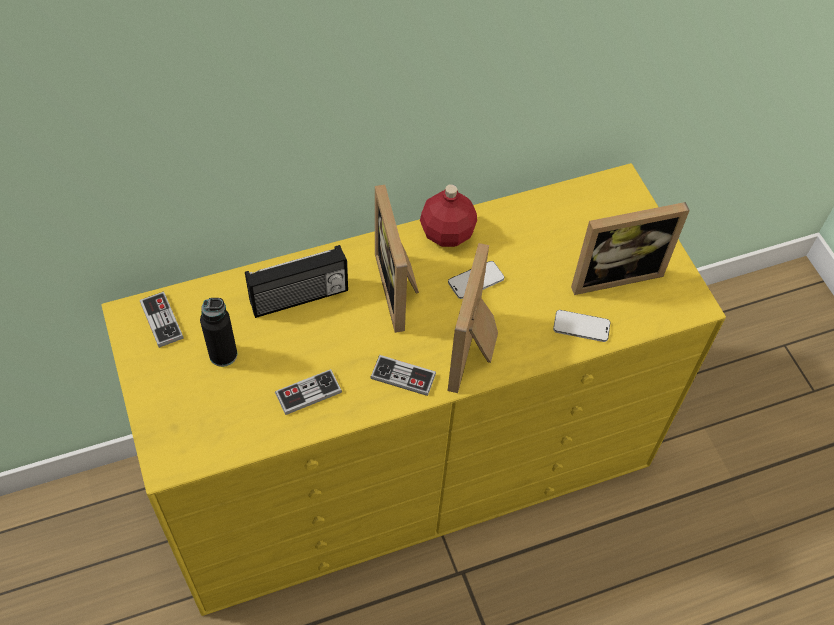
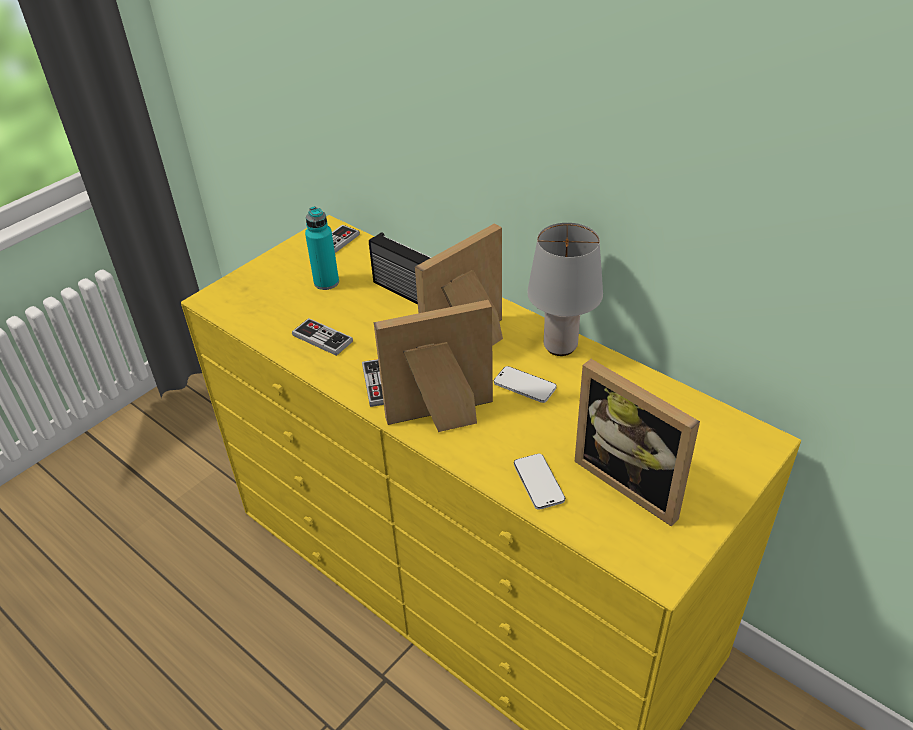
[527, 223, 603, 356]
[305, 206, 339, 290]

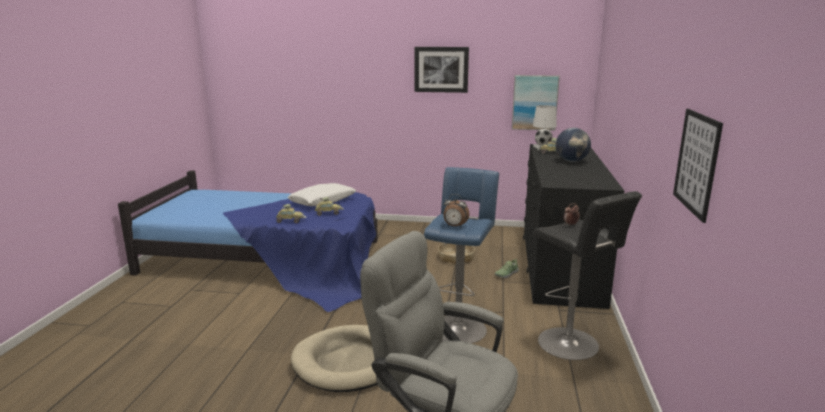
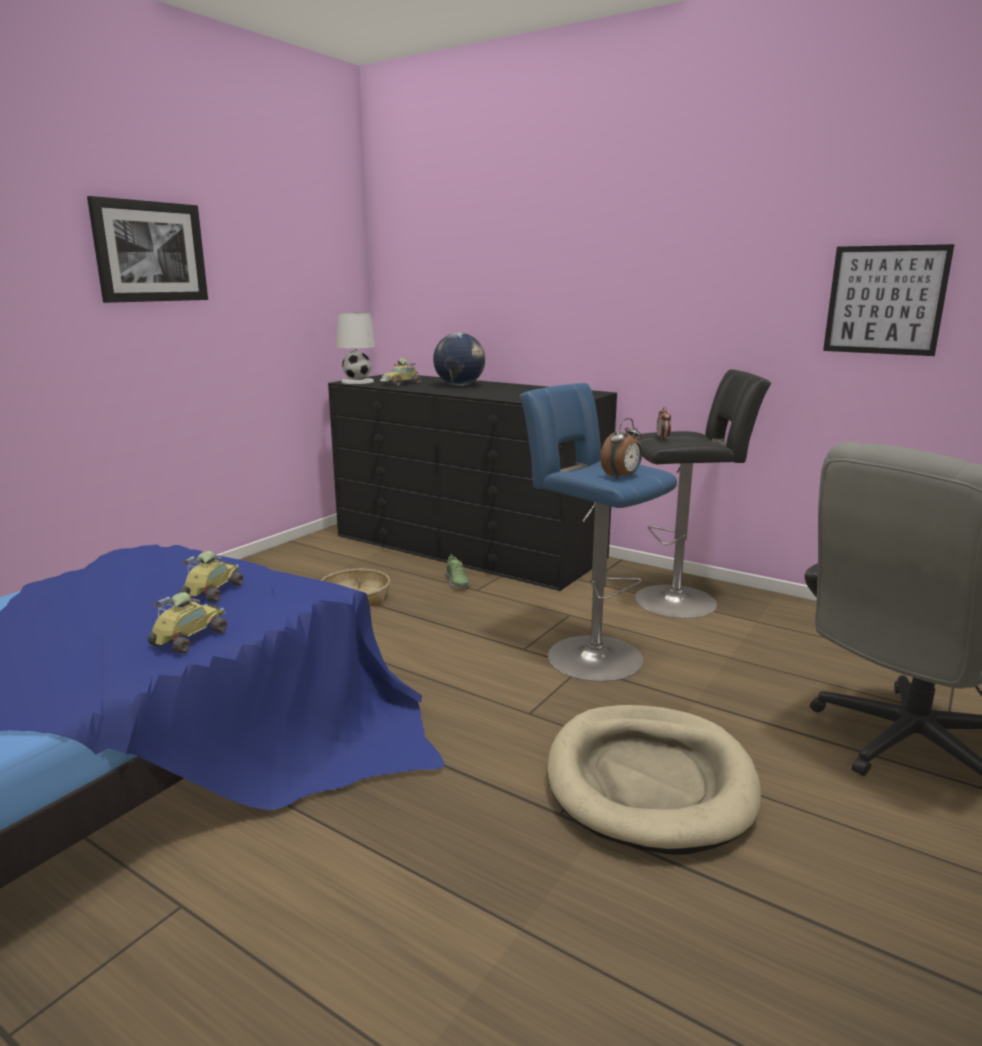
[512, 75, 560, 131] (first image)
[288, 183, 356, 206] (first image)

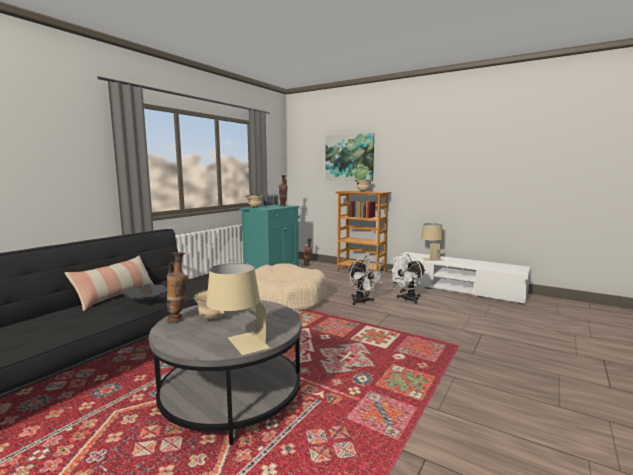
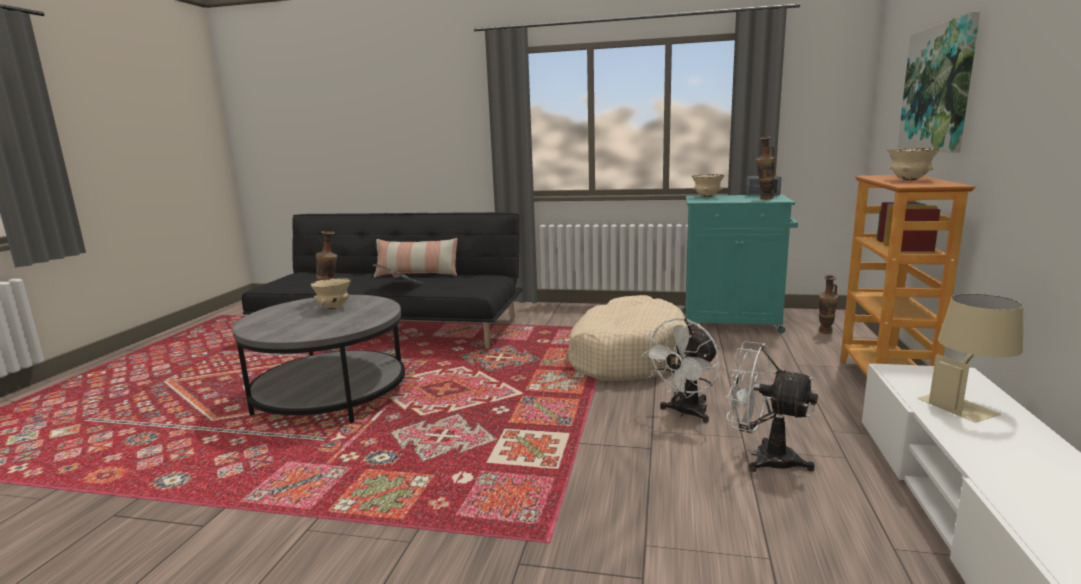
[206, 263, 270, 355] (first image)

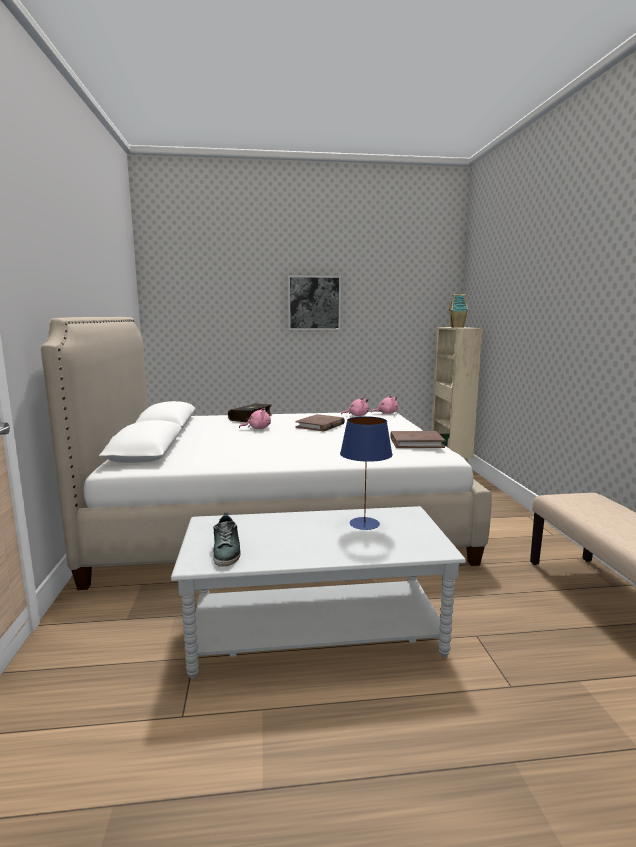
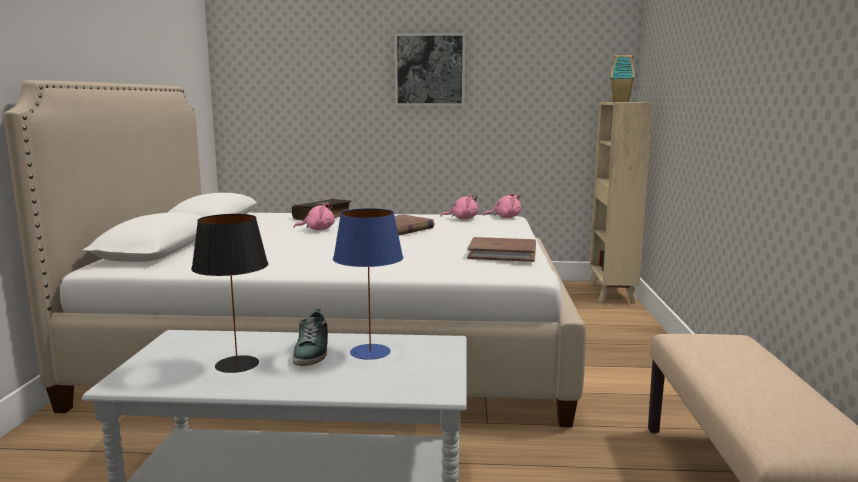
[292, 308, 328, 366]
[191, 214, 268, 373]

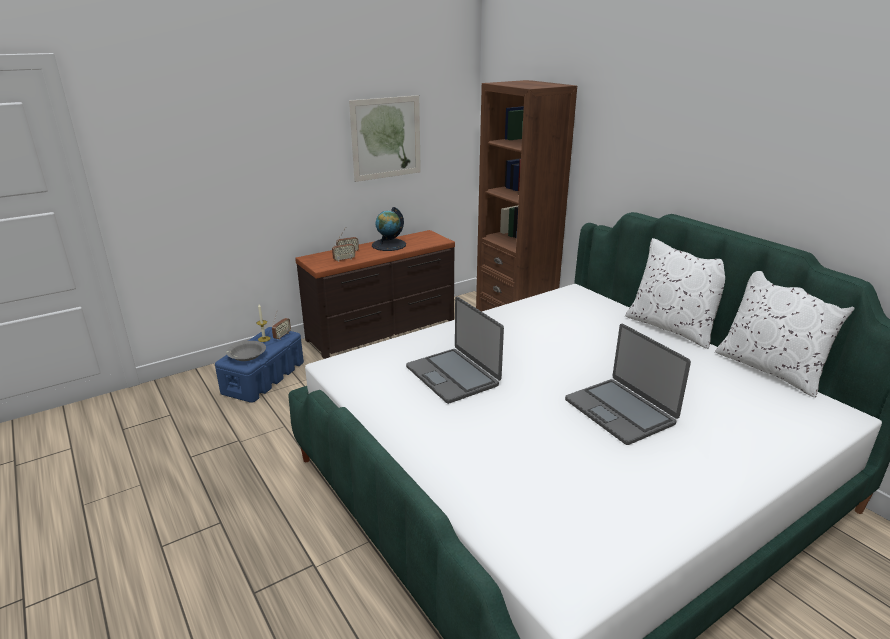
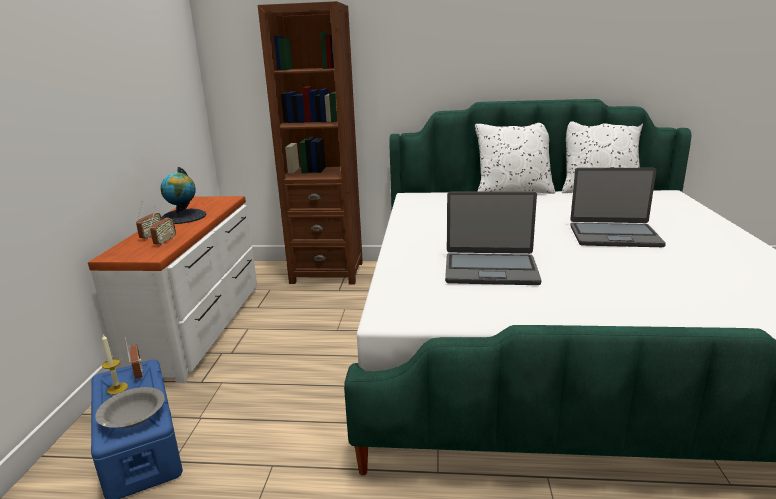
[349, 95, 421, 182] (first image)
[88, 196, 257, 383]

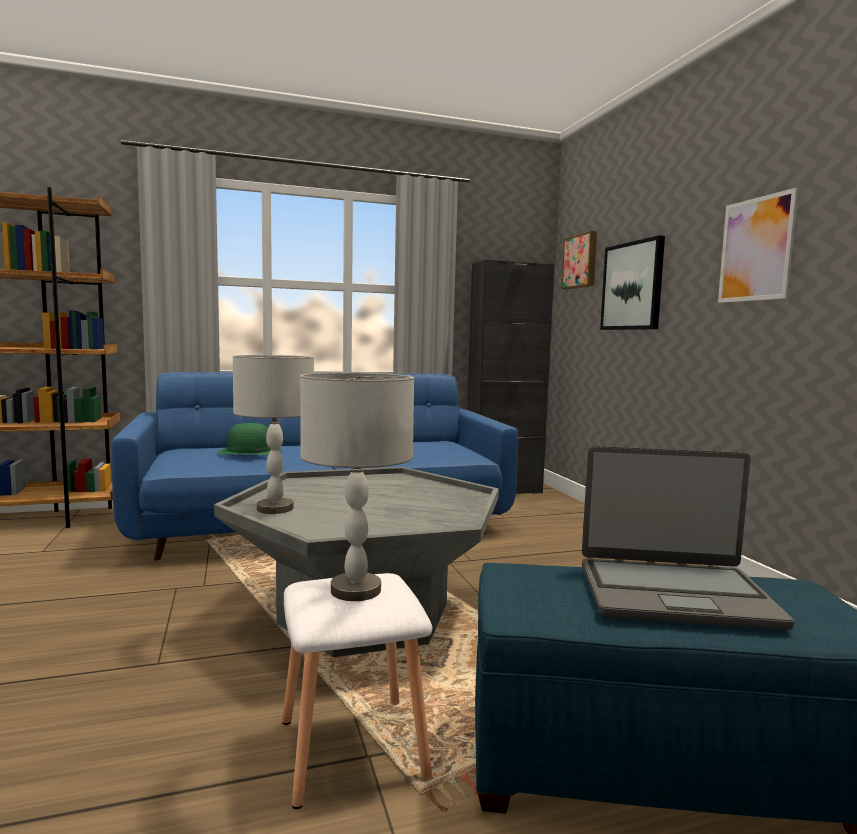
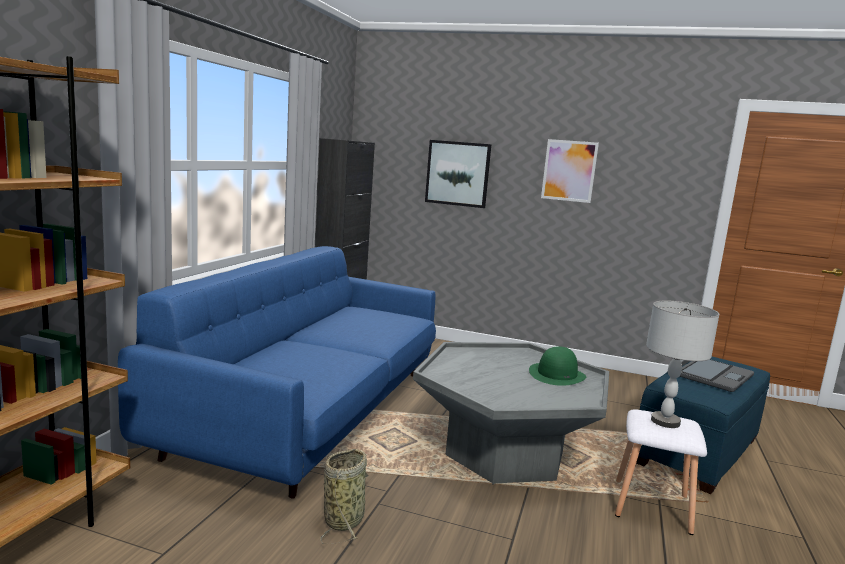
[561, 231, 597, 290] (first image)
[233, 355, 314, 514] (first image)
[529, 346, 586, 386]
[320, 449, 370, 544]

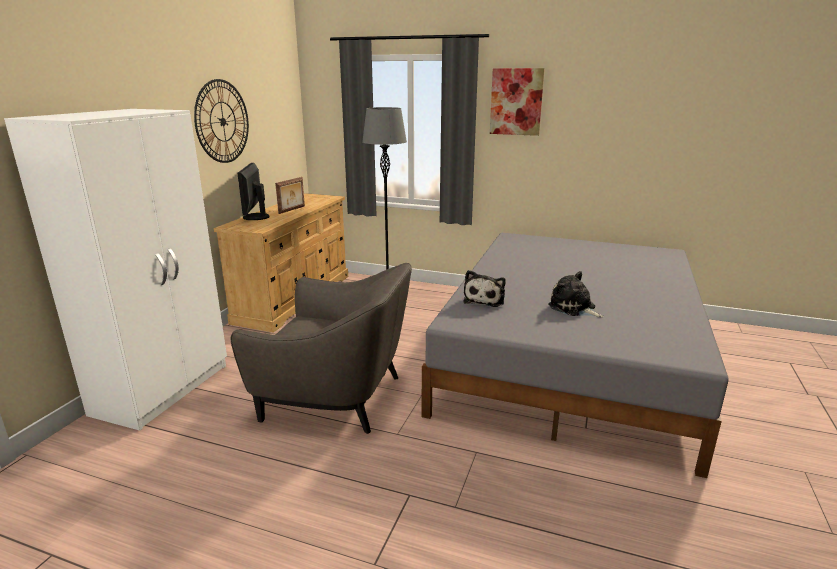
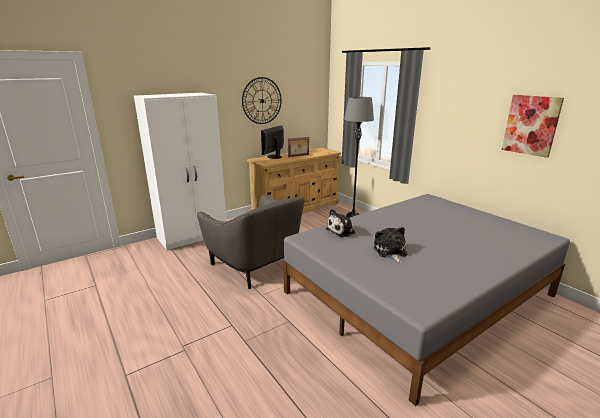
[502, 95, 564, 158]

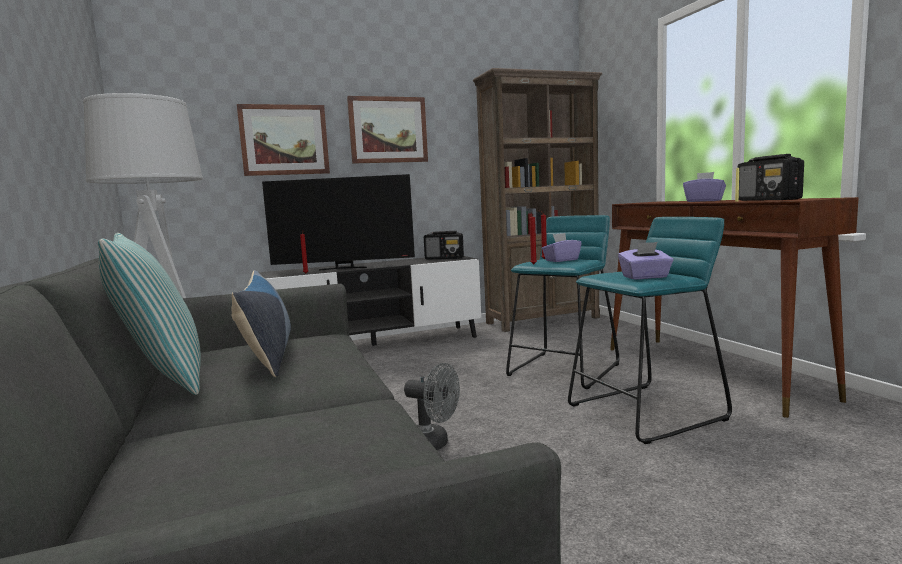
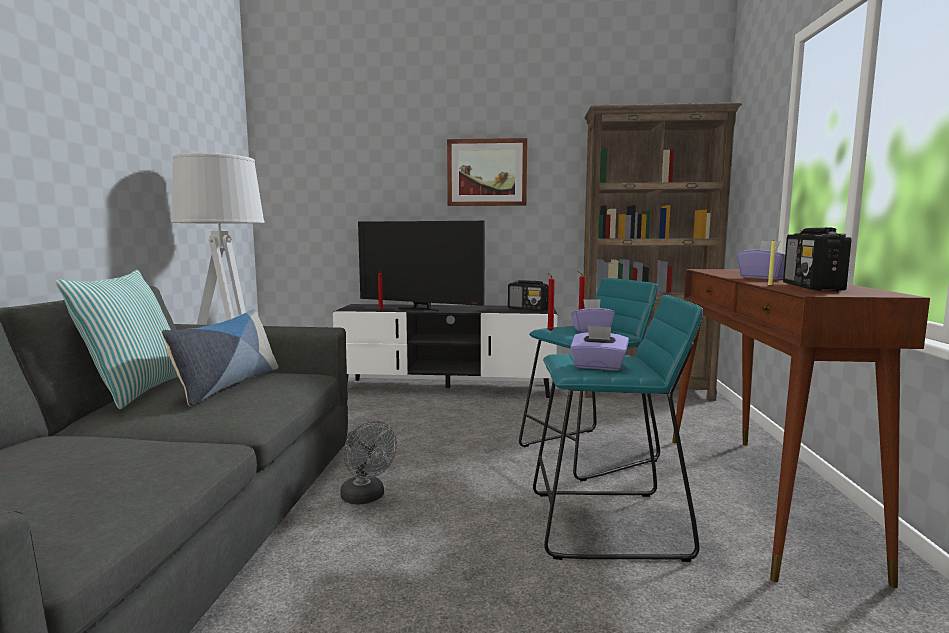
[237, 104, 330, 176] (first image)

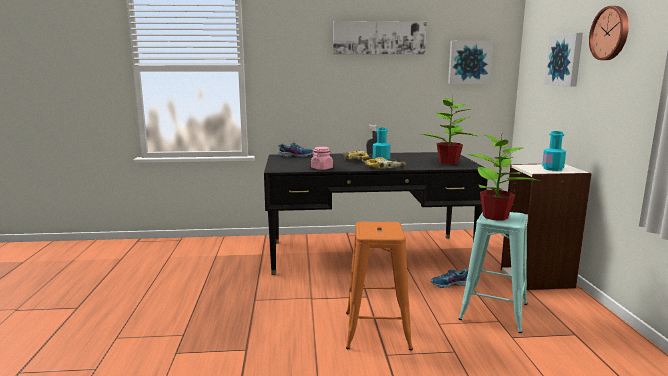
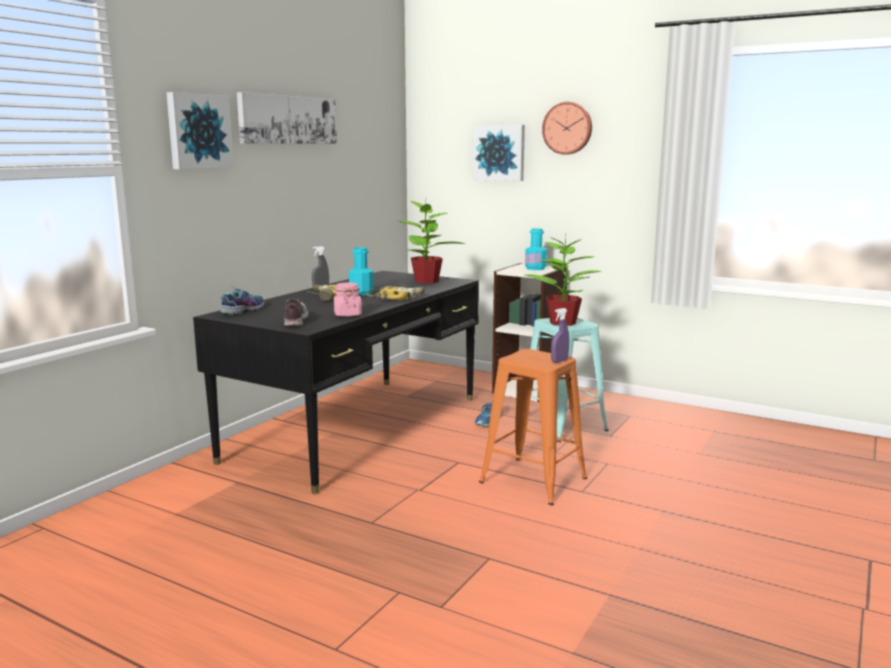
[166, 92, 234, 169]
[284, 298, 308, 326]
[551, 308, 569, 363]

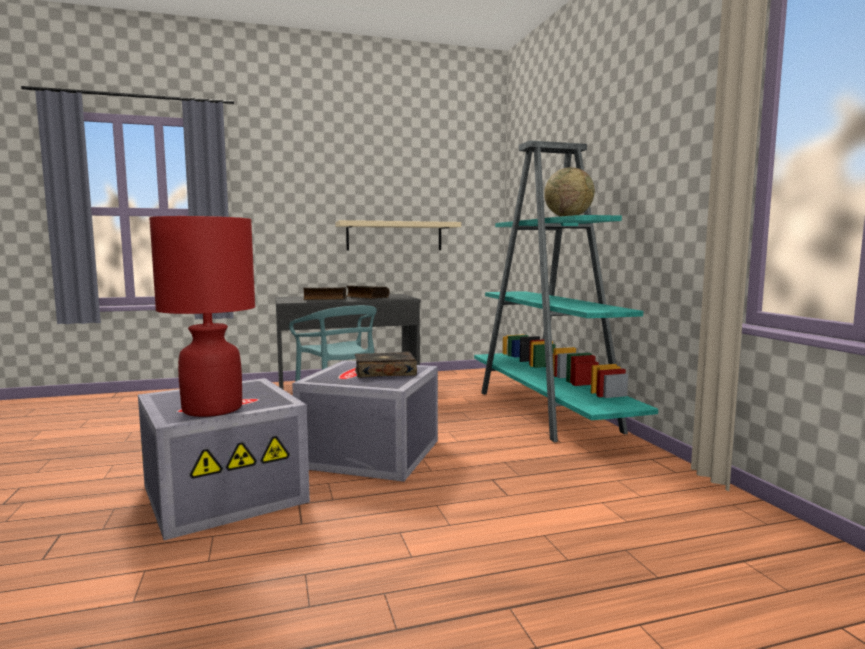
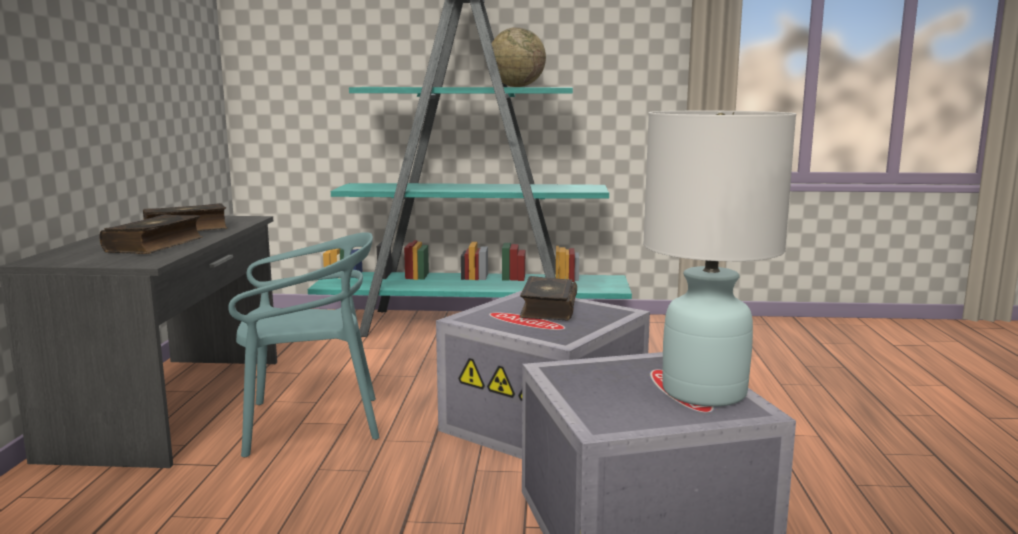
[643, 111, 796, 407]
[335, 220, 461, 250] (first image)

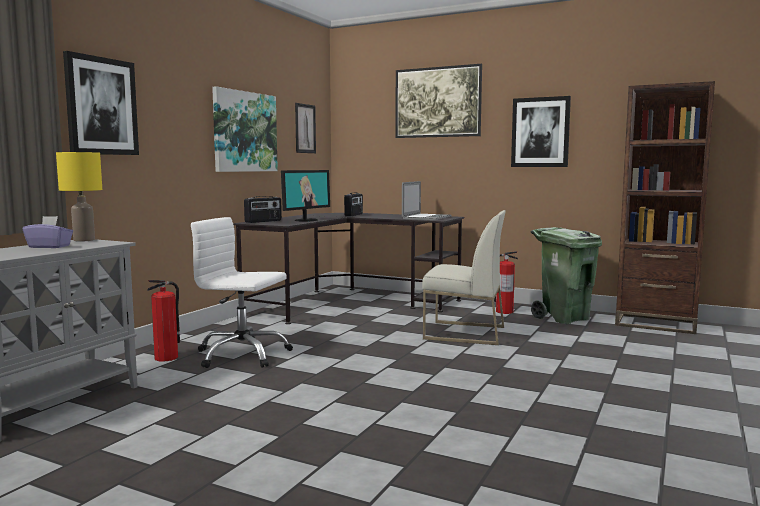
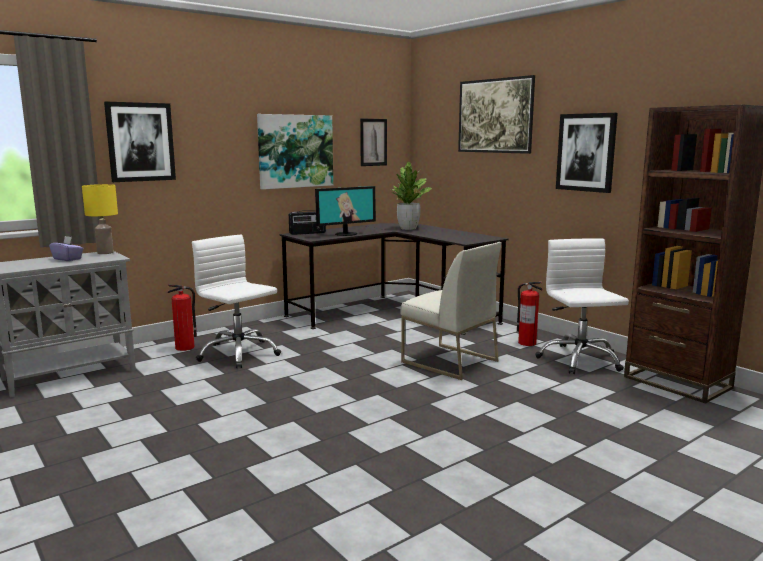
[402, 181, 451, 220] (first image)
[391, 162, 432, 230]
[535, 239, 629, 374]

